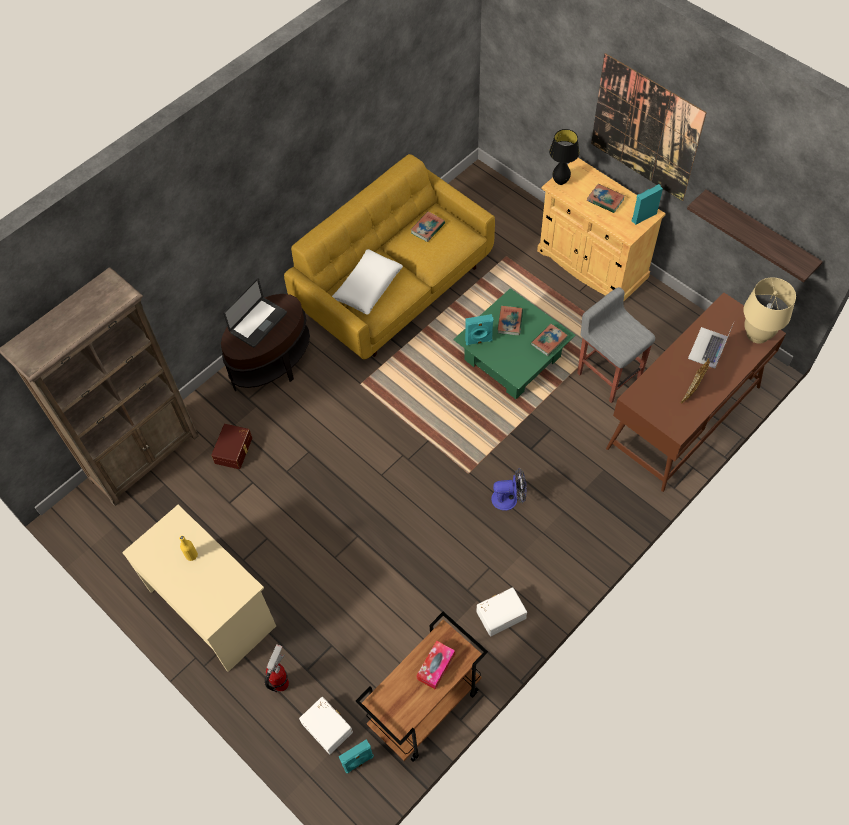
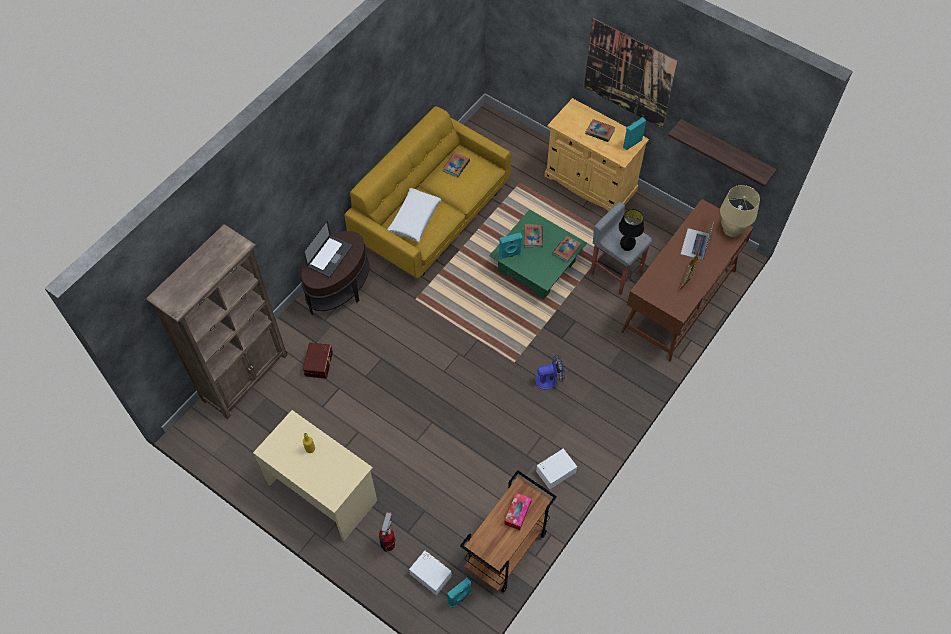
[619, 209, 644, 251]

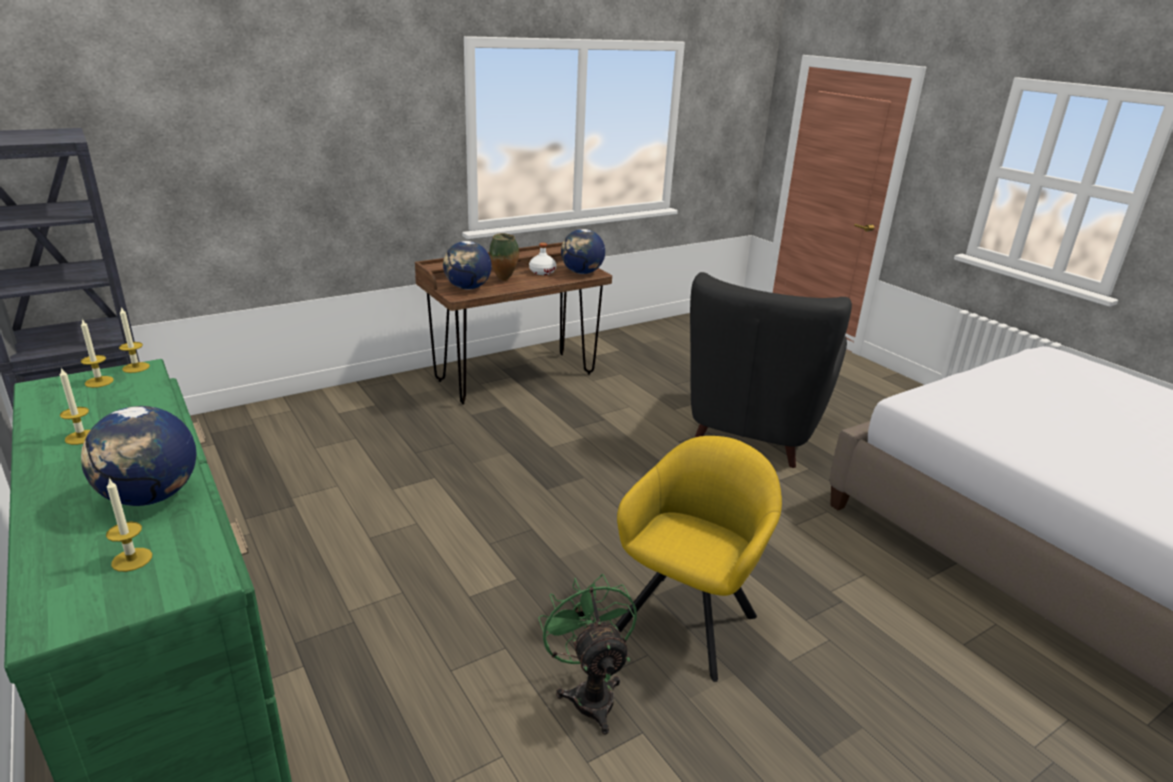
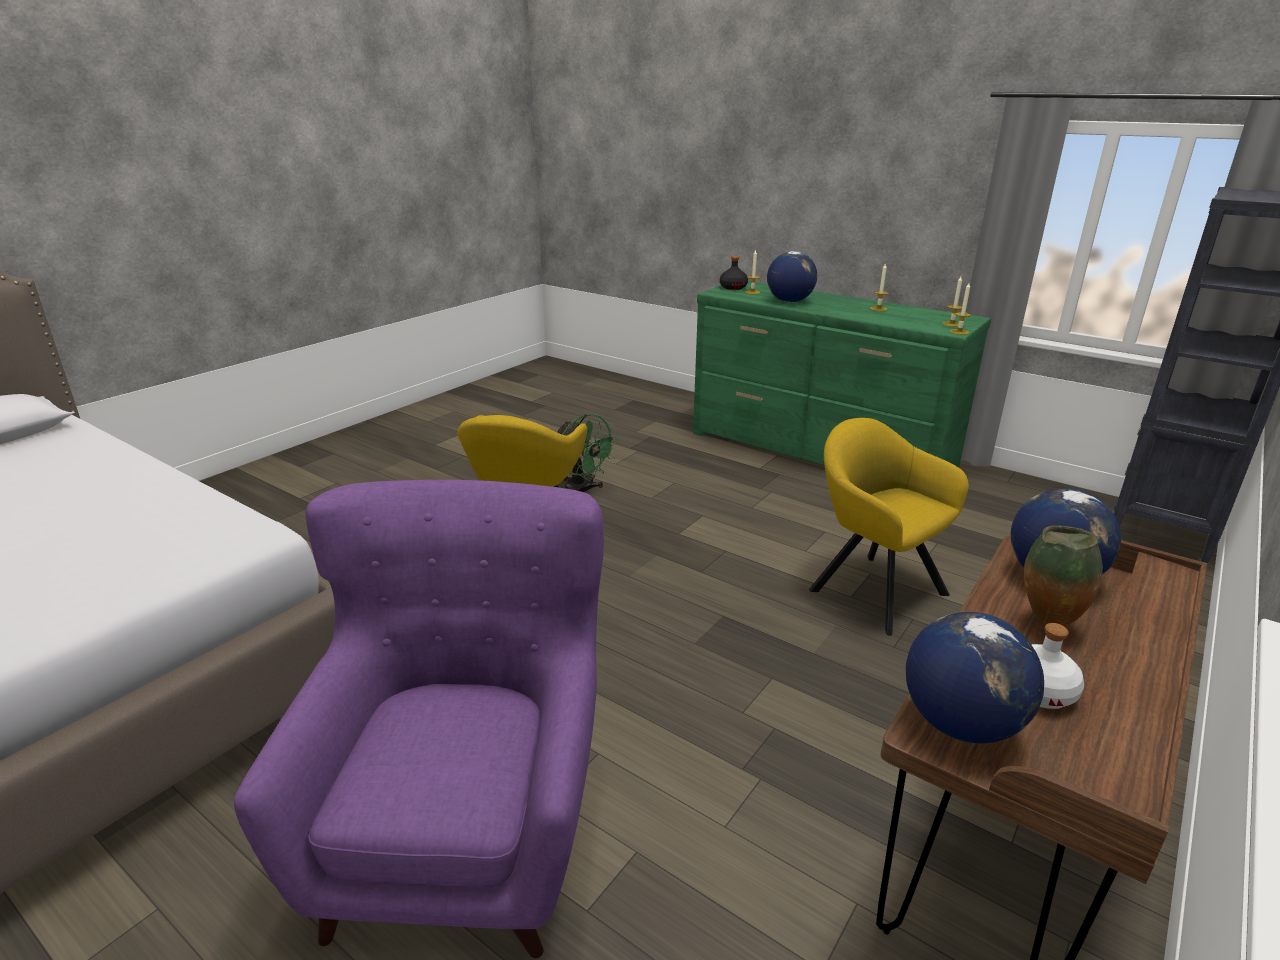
[234, 480, 604, 958]
[720, 256, 748, 290]
[809, 418, 969, 636]

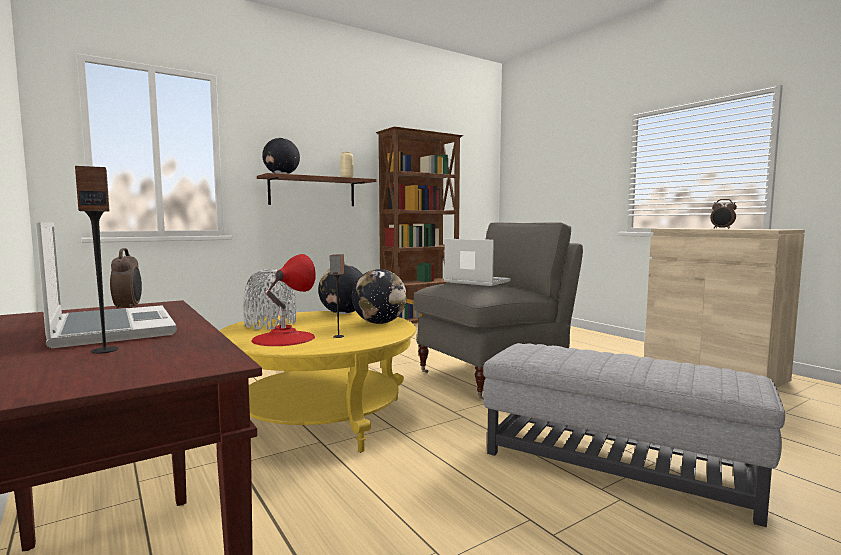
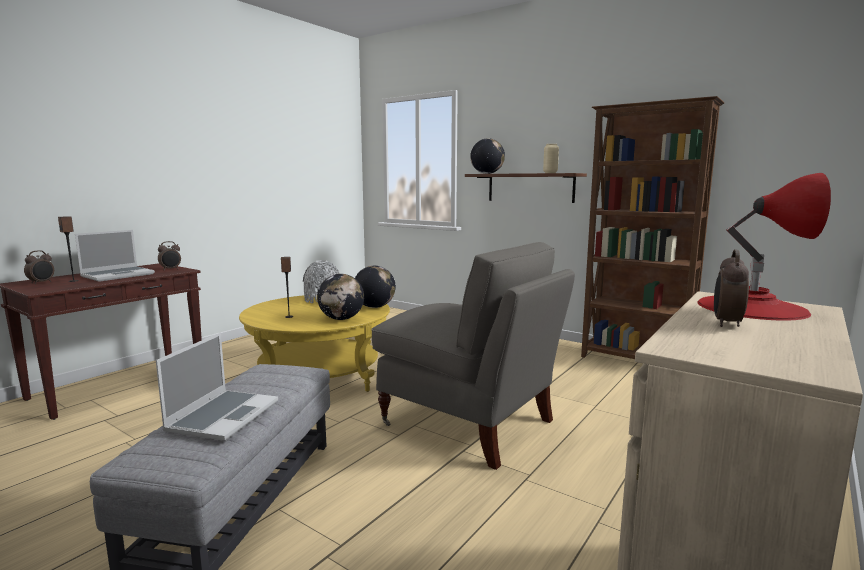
[156, 333, 278, 441]
[697, 173, 831, 321]
[24, 250, 54, 284]

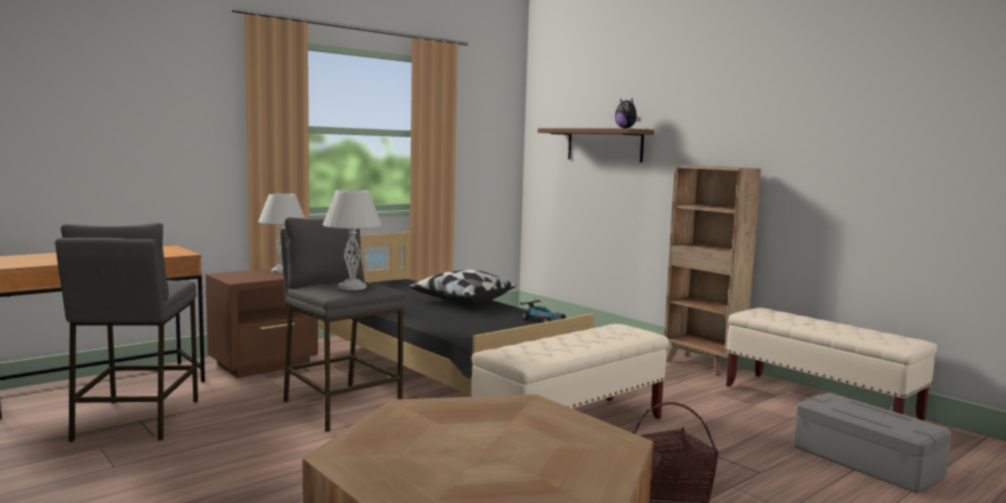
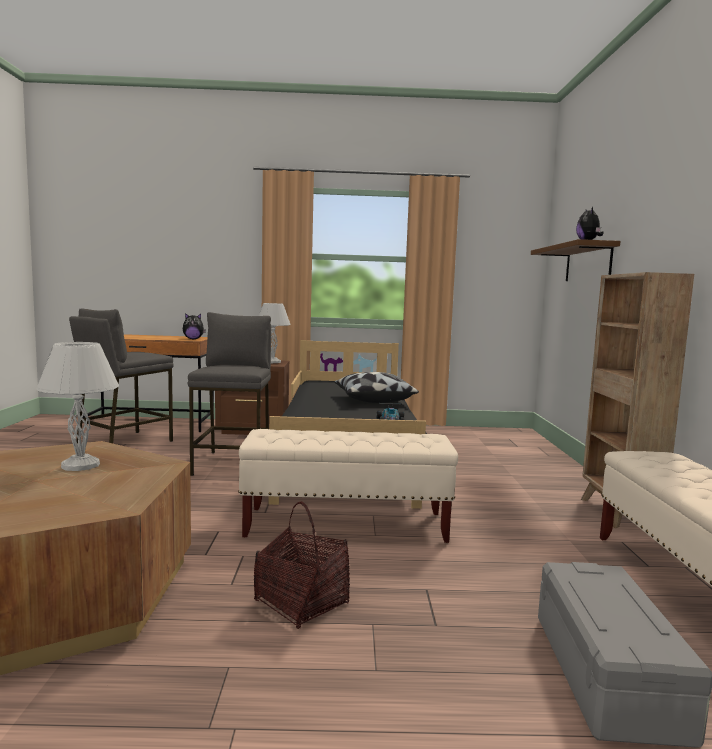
[36, 342, 119, 471]
[183, 313, 206, 339]

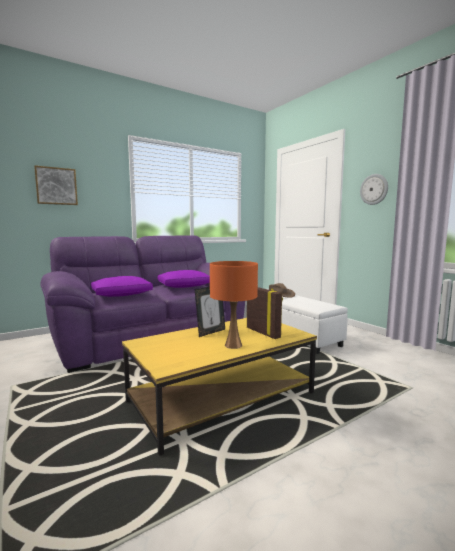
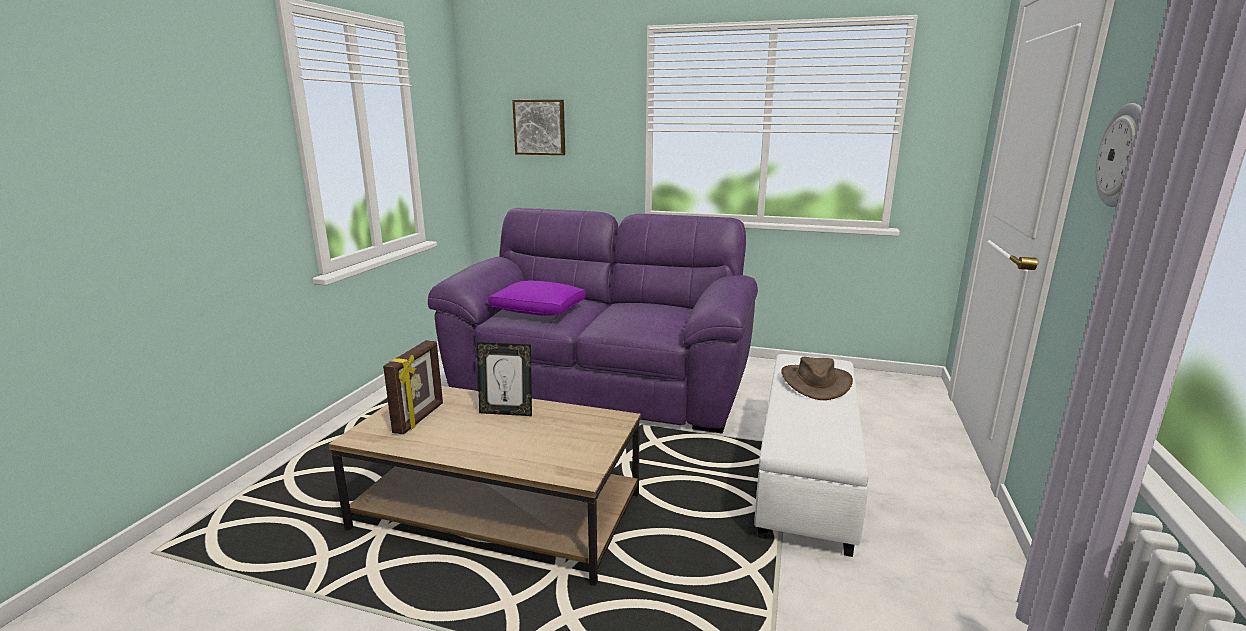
[210, 261, 258, 349] (first image)
[157, 270, 210, 288] (first image)
[383, 340, 443, 435]
[329, 386, 641, 586]

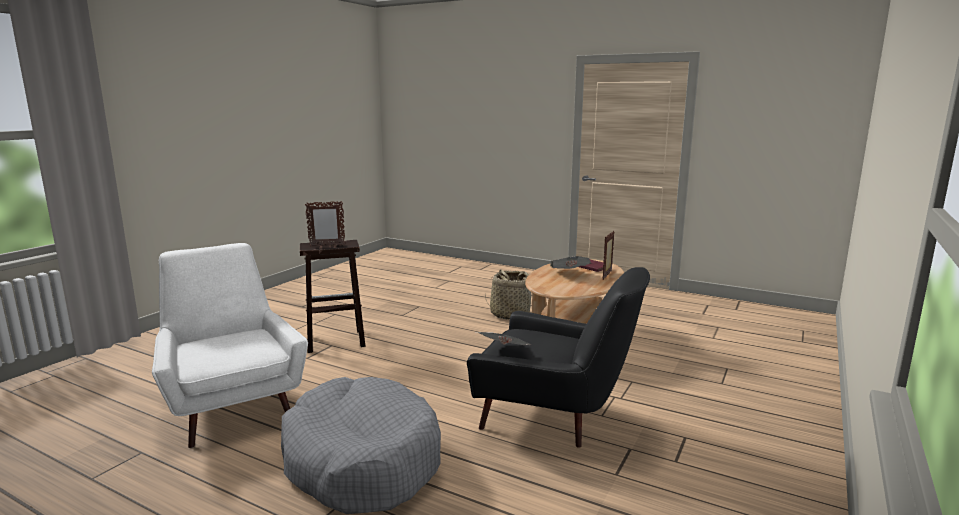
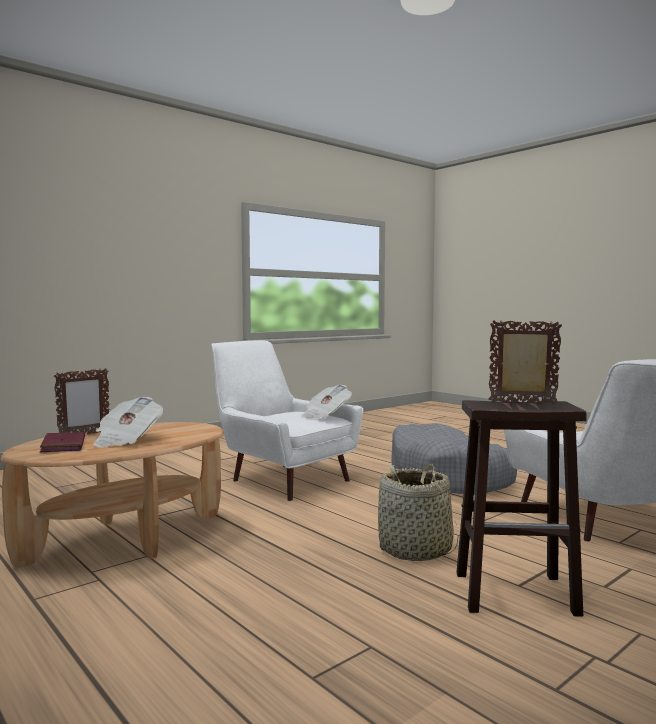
[211, 341, 363, 501]
[378, 464, 458, 561]

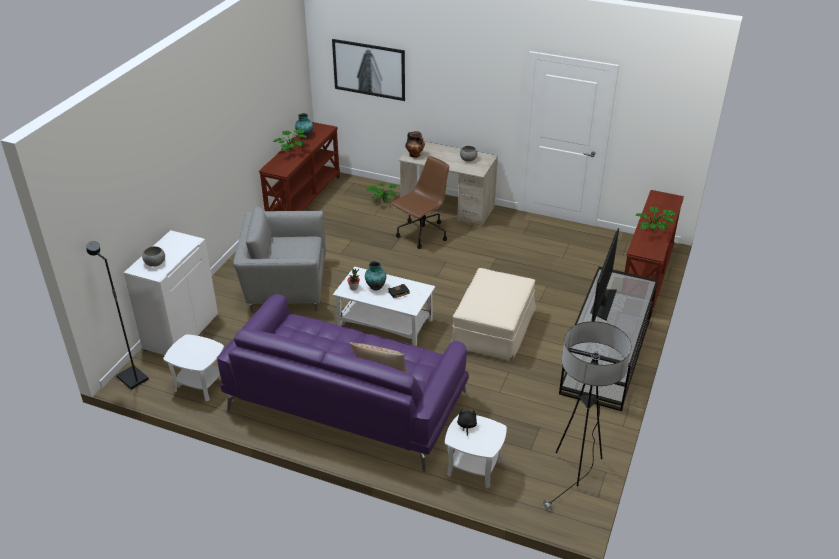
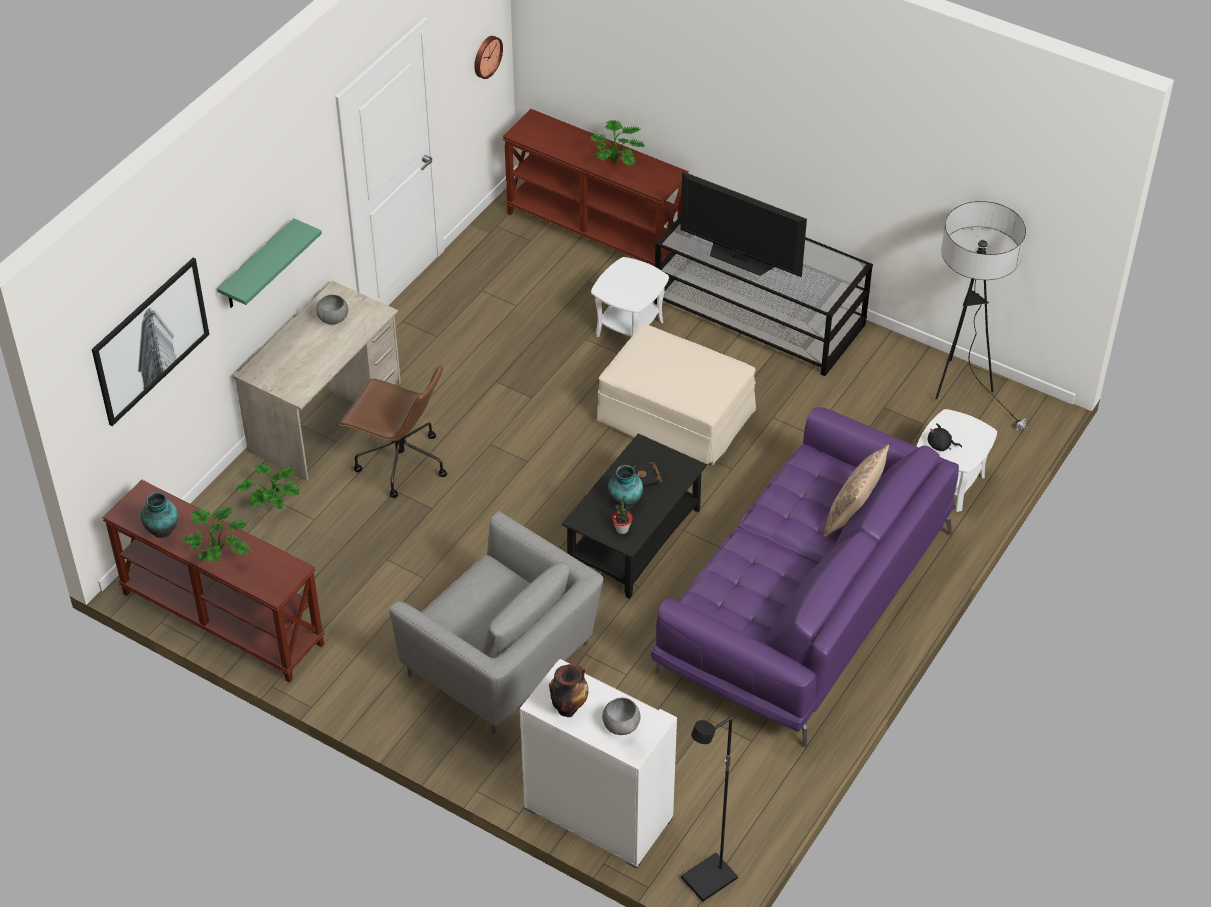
[549, 664, 589, 717]
[339, 365, 447, 498]
[390, 511, 603, 734]
[562, 433, 707, 599]
[591, 257, 669, 337]
[474, 36, 503, 79]
[217, 218, 322, 308]

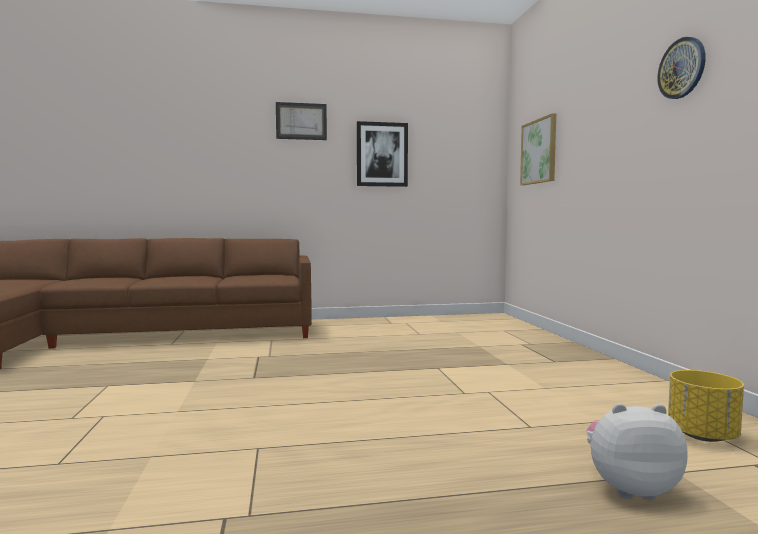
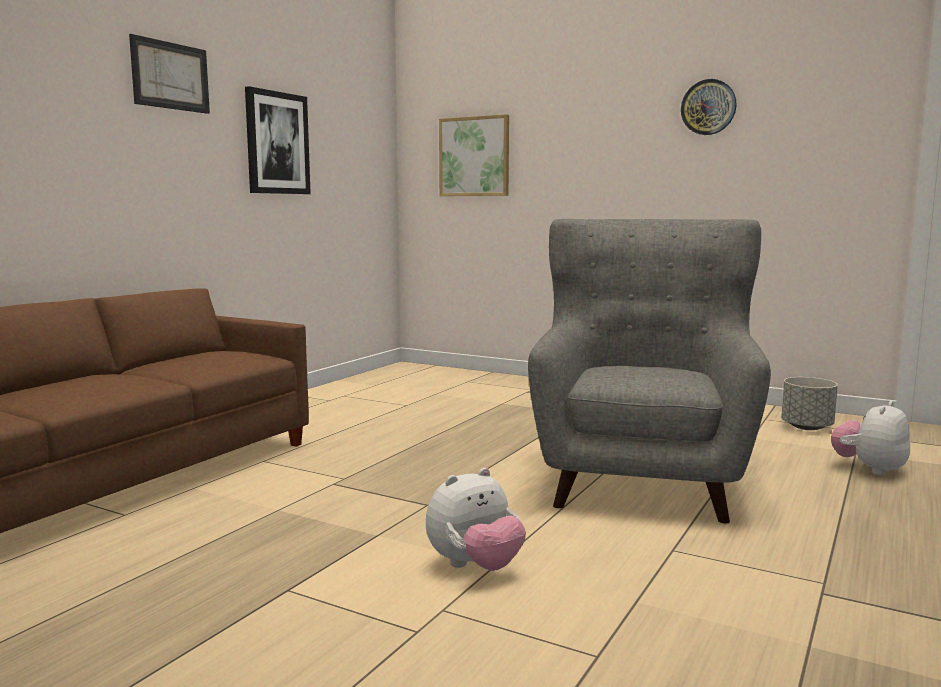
[781, 377, 838, 430]
[528, 219, 771, 524]
[426, 468, 526, 571]

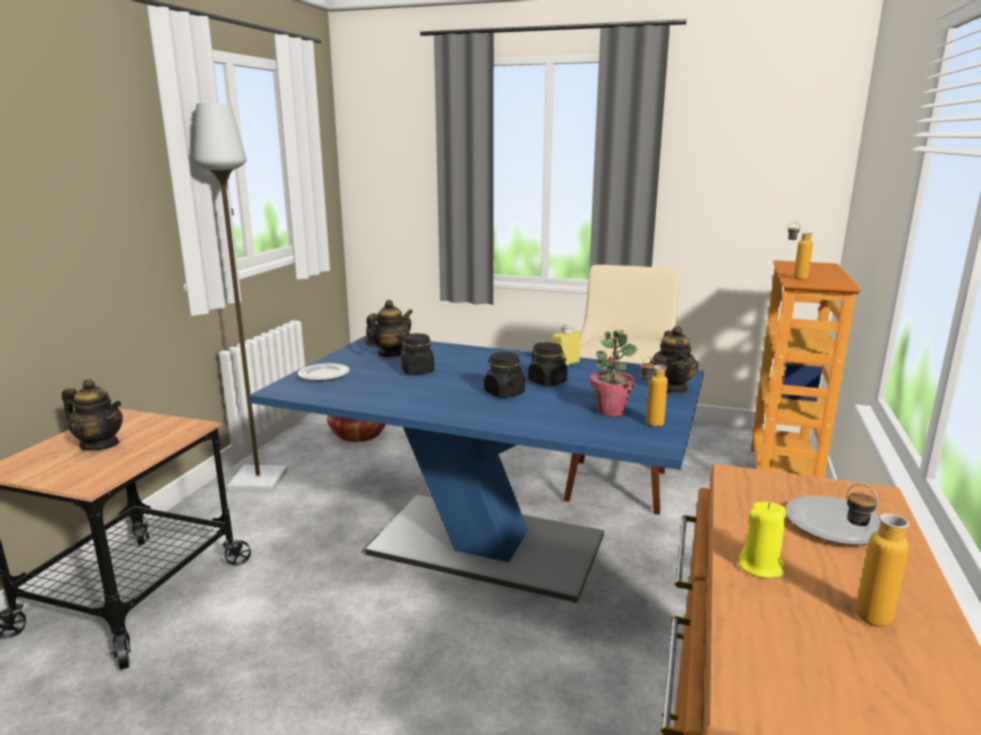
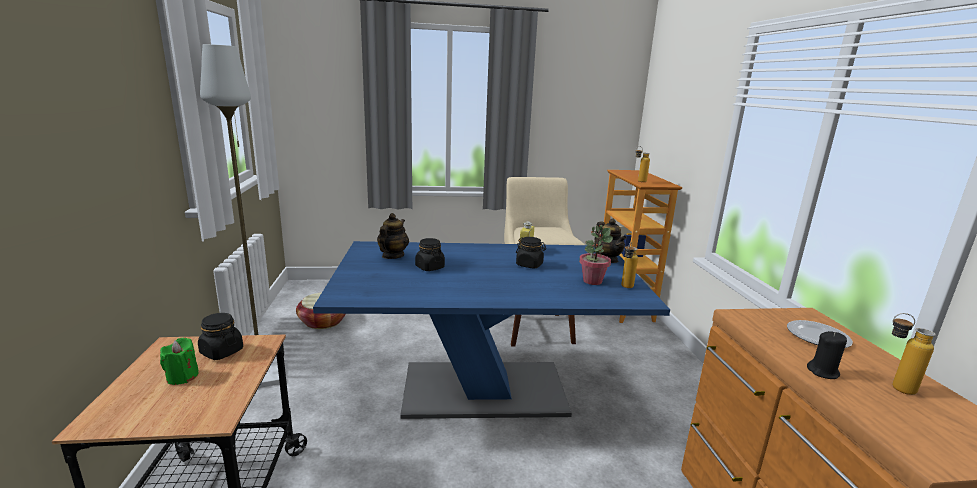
[198, 313, 243, 360]
[298, 363, 350, 381] (first image)
[160, 337, 199, 385]
[807, 331, 847, 379]

